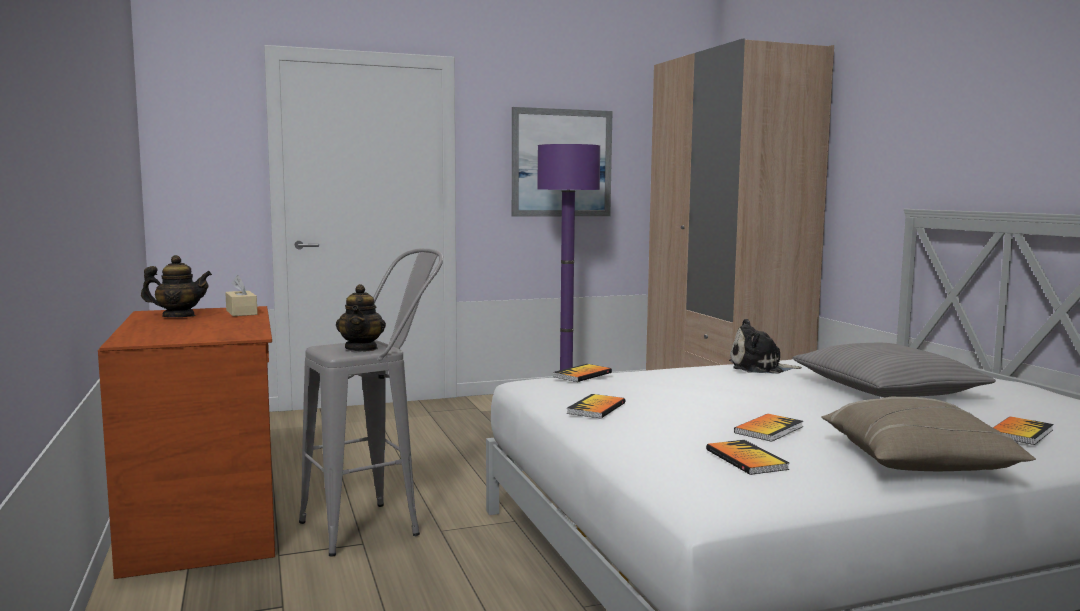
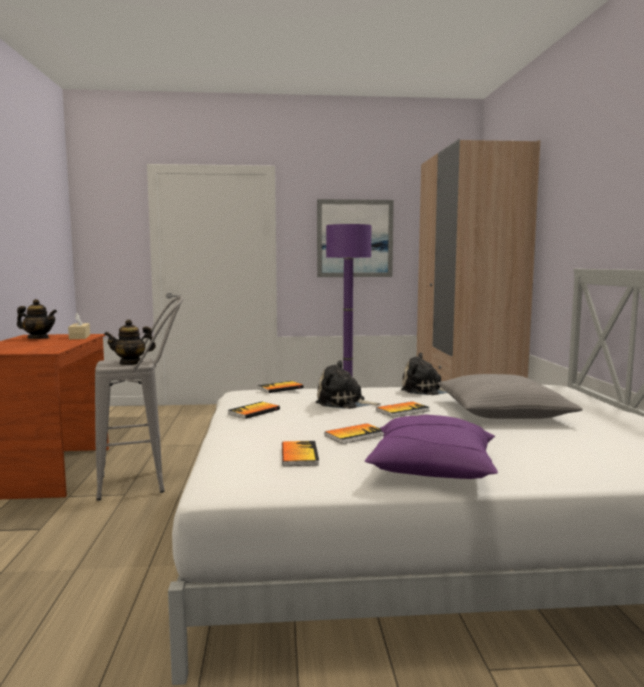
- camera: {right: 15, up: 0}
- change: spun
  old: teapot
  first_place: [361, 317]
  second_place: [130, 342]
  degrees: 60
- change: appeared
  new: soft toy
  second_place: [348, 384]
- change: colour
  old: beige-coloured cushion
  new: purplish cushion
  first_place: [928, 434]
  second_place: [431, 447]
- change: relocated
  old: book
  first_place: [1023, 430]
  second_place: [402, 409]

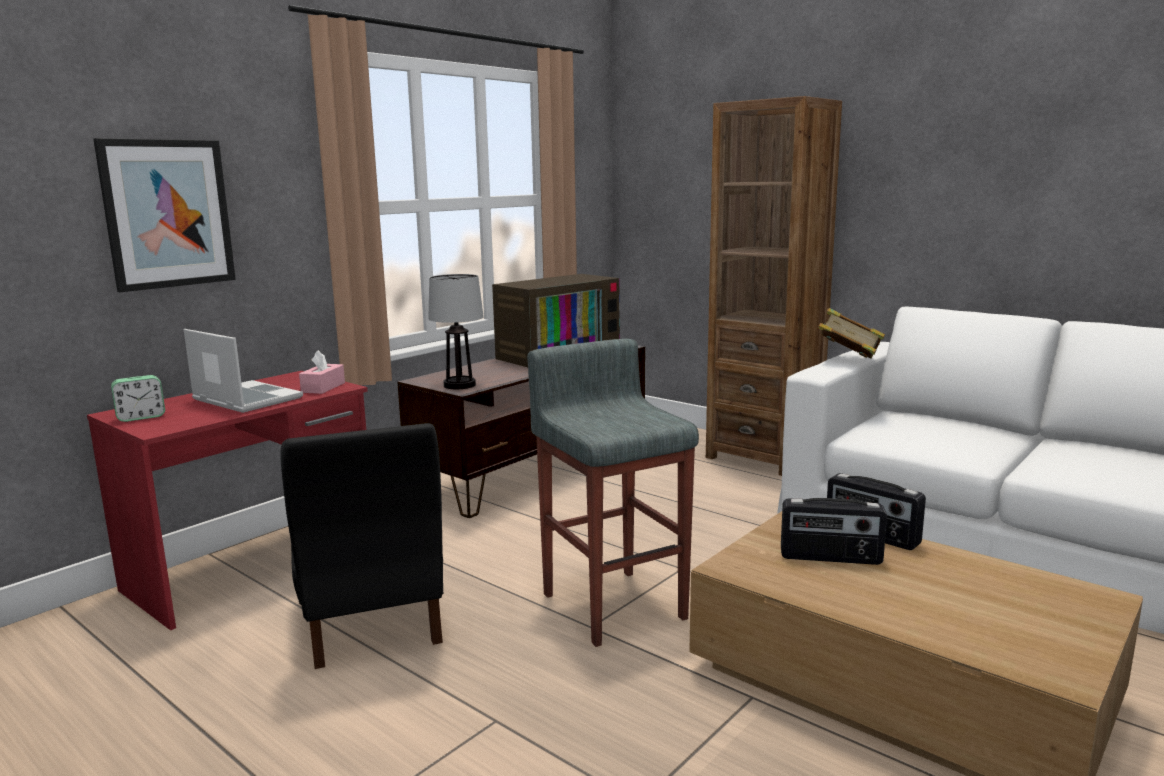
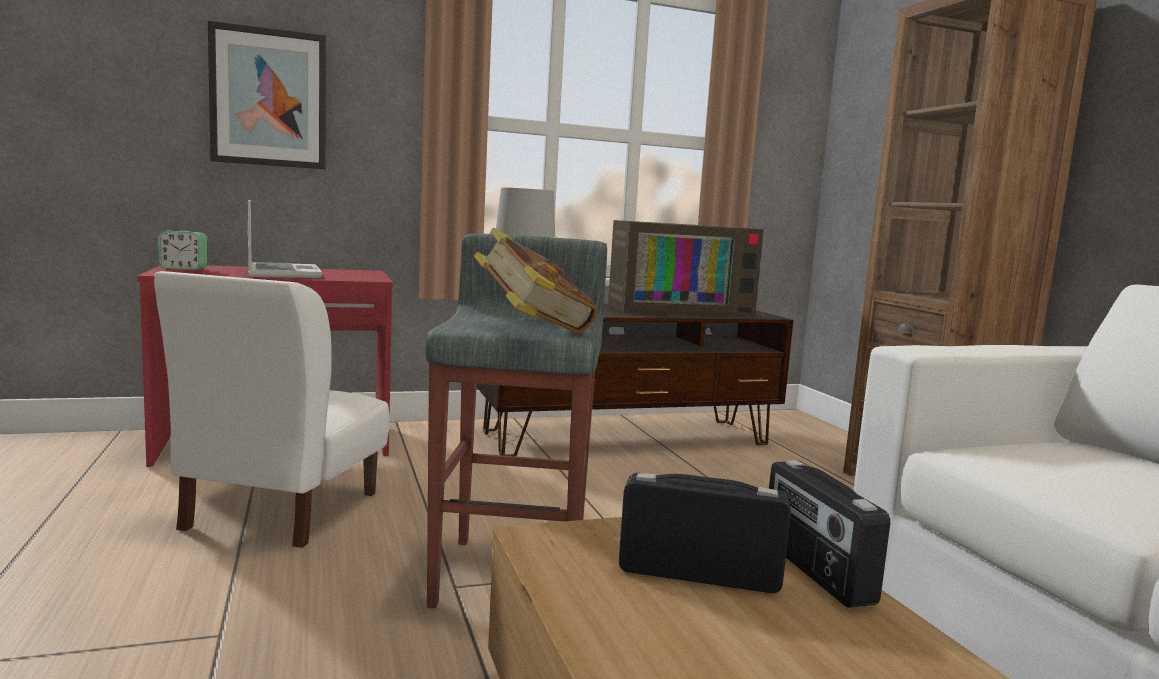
- camera: {right: 30, up: -5}
- change: colour
  old: black plain chair
  new: white-coloured plain chair
  first_place: [361, 546]
  second_place: [272, 409]
- change: relocated
  old: book
  first_place: [851, 333]
  second_place: [535, 280]
- change: spun
  old: radio
  first_place: [834, 531]
  second_place: [705, 533]
  degrees: 150
- change: missing
  old: pink tissue holder
  first_place: [322, 372]

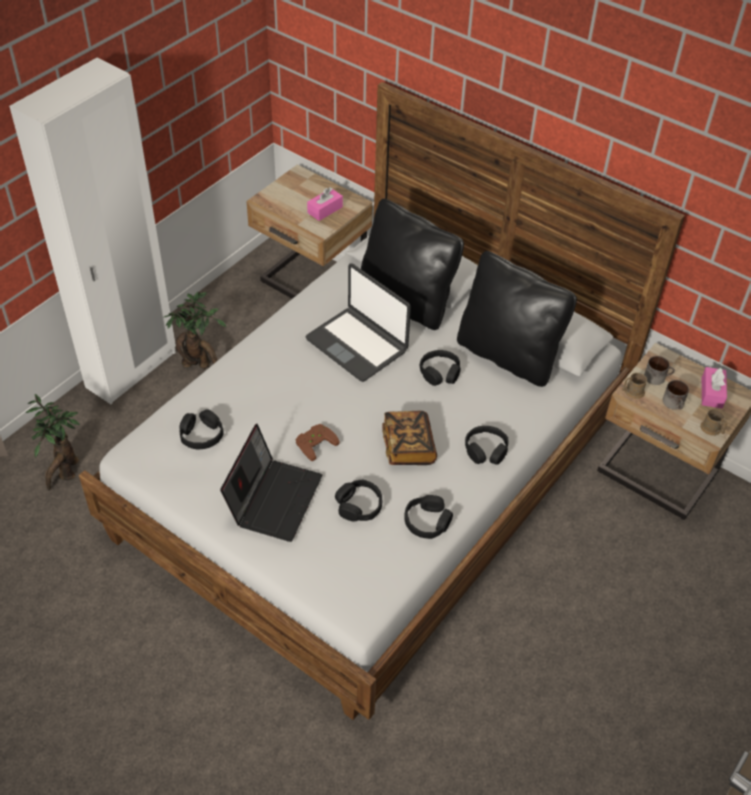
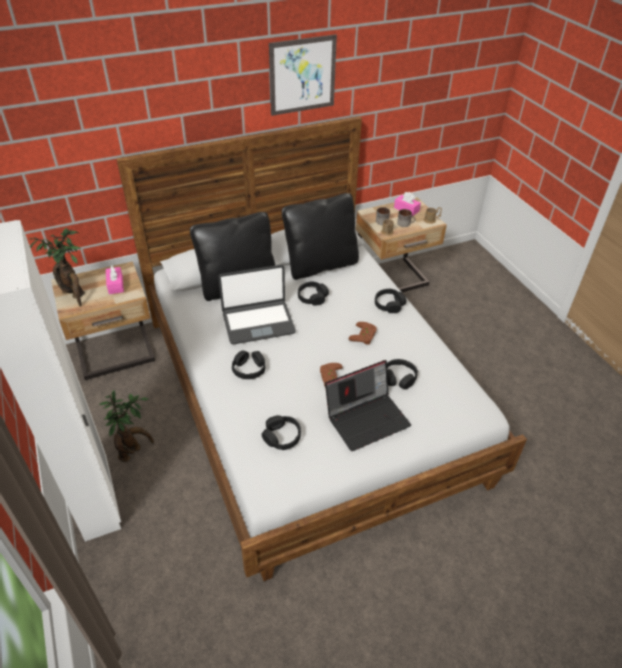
- camera: {right: -60, up: -5}
- change: relocated
  old: potted plant
  first_place: [52, 442]
  second_place: [57, 267]
- change: relocated
  old: black headphones
  first_place: [428, 517]
  second_place: [248, 364]
- change: appeared
  new: wall art
  second_place: [303, 75]
- change: spun
  old: notebook computer
  first_place: [271, 483]
  second_place: [368, 405]
  degrees: 105
- change: exchanged
  old: book
  new: brown game controller
  first_place: [409, 438]
  second_place: [362, 333]

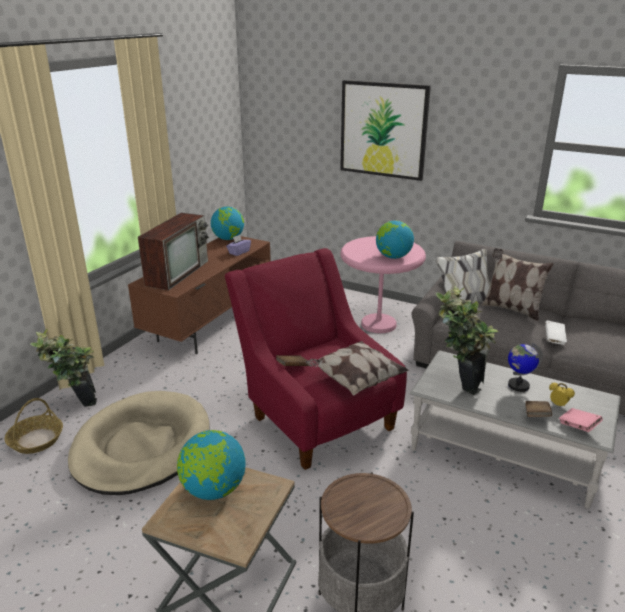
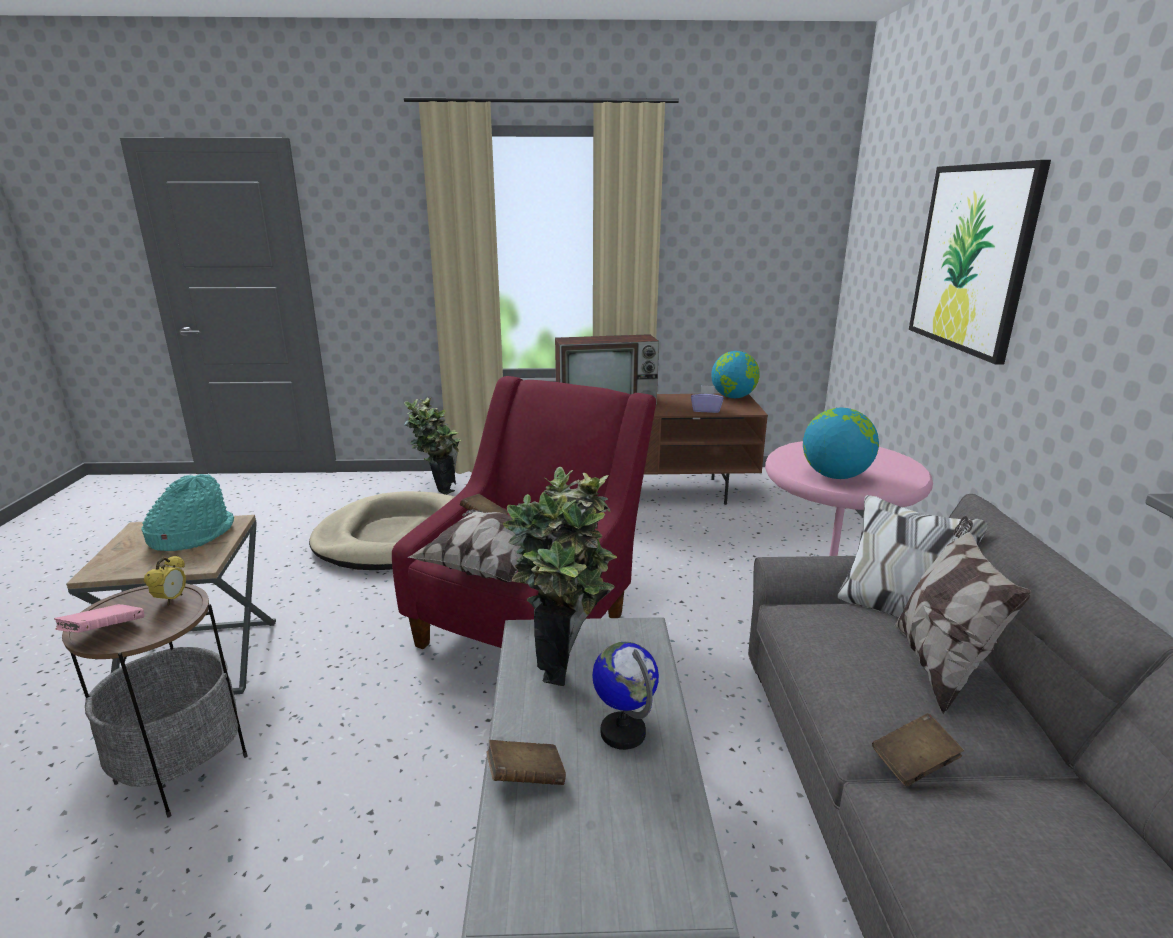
- camera: {right: 60, up: -5}
- change: relocated
  old: pink book
  first_place: [581, 420]
  second_place: [99, 618]
- change: exchanged
  old: globe
  new: turquoise-coloured hat
  first_place: [211, 465]
  second_place: [187, 512]
- change: relocated
  old: table clock
  first_place: [562, 394]
  second_place: [165, 580]
- change: colour
  old: white-coloured book
  new: brown book
  first_place: [556, 333]
  second_place: [918, 749]
- change: missing
  old: basket
  first_place: [34, 426]

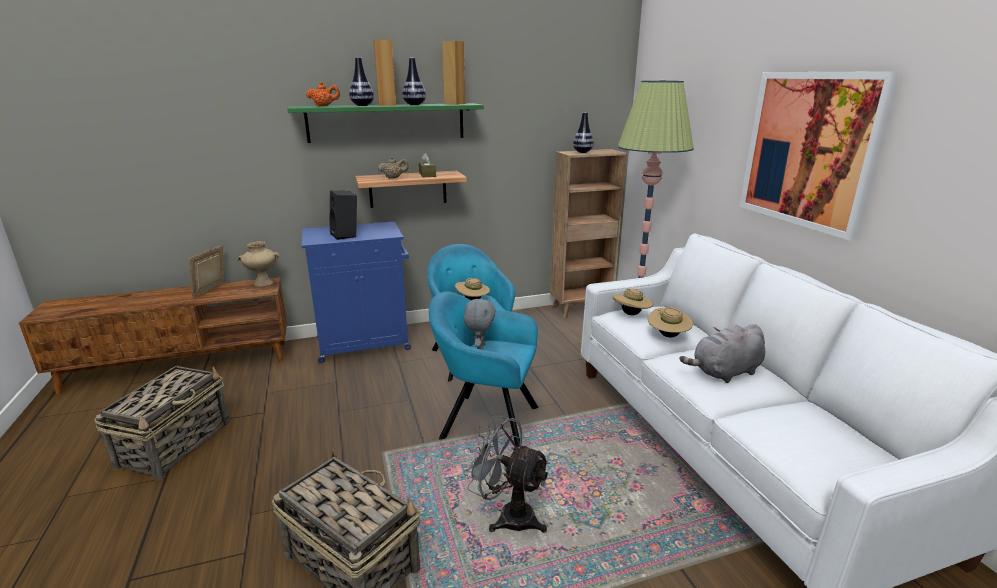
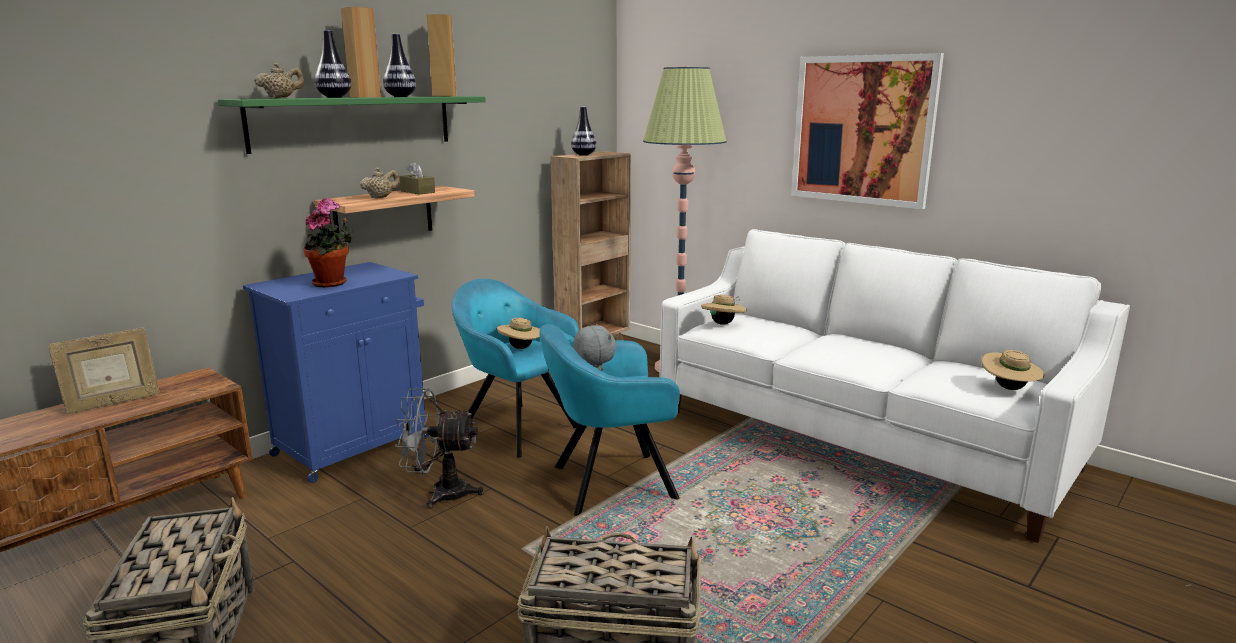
- camera: {right: -30, up: -5}
- change: spun
  old: standing frame
  first_place: [207, 271]
  second_place: [104, 371]
  degrees: -105
- change: colour
  old: orange teapot
  new: beige-coloured teapot
  first_place: [323, 94]
  second_place: [279, 80]
- change: exchanged
  old: black loudspeaker
  new: potted plant
  first_place: [343, 215]
  second_place: [328, 243]
- change: relocated
  old: gray electric fan
  first_place: [506, 473]
  second_place: [439, 449]
- change: relocated
  old: beige-coloured hat
  first_place: [670, 322]
  second_place: [1013, 370]
- change: missing
  old: beige-coloured flower vase
  first_place: [259, 264]
- change: missing
  old: gray soft toy
  first_place: [722, 353]

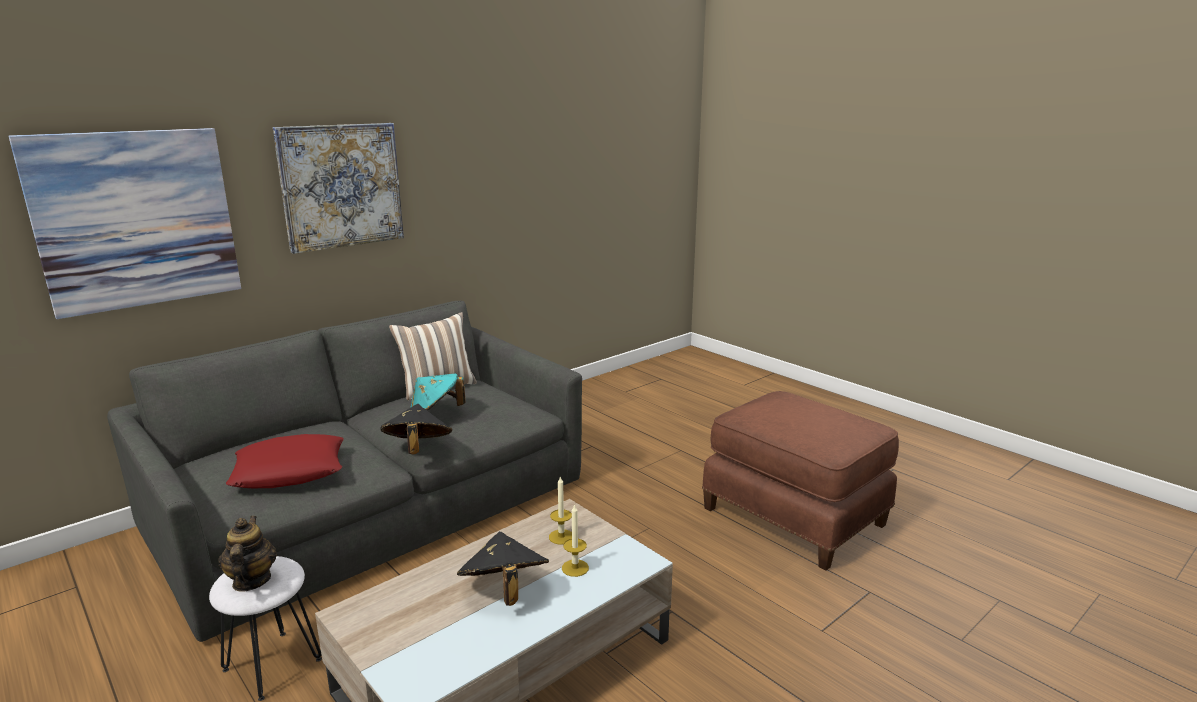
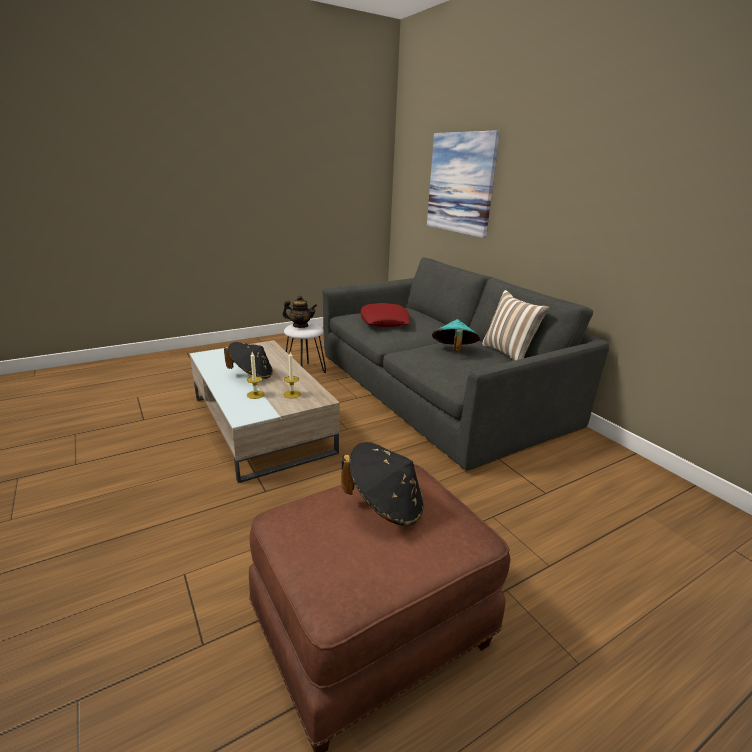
- camera: {right: 100, up: 5}
- change: relocated
  old: black hat
  first_place: [416, 429]
  second_place: [382, 484]
- change: missing
  old: wall art
  first_place: [338, 188]

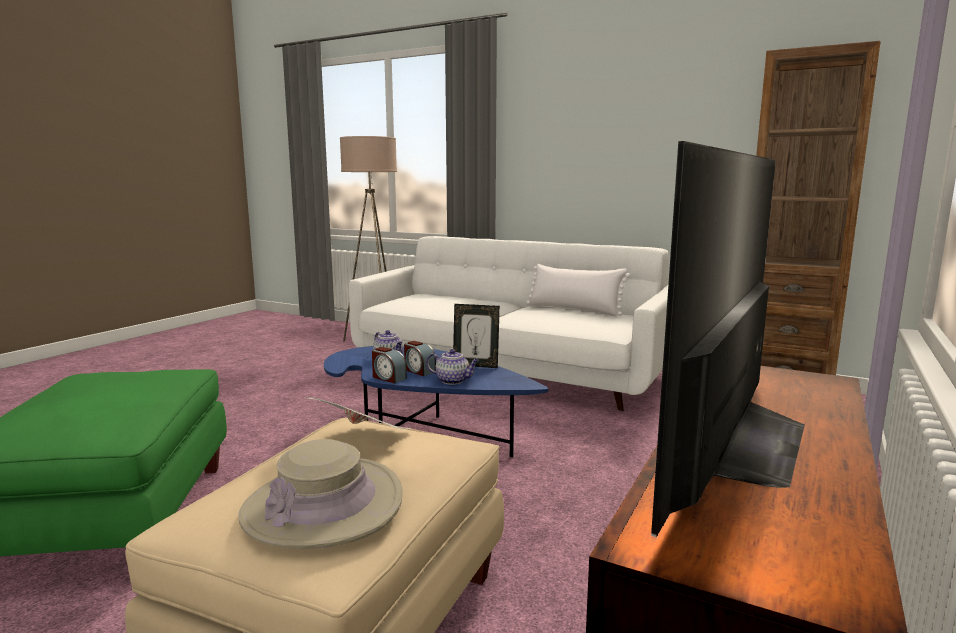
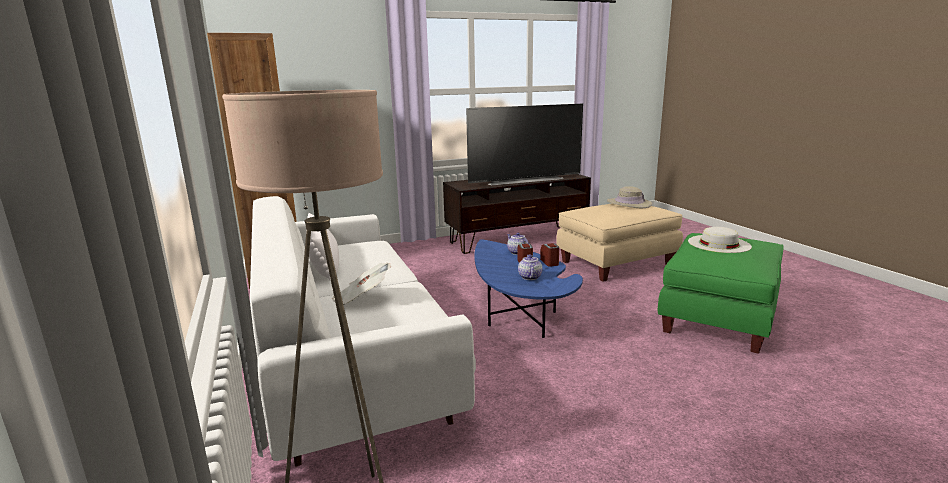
- camera: {right: -140, up: 5}
- change: relocated
  old: daily paper
  first_place: [356, 413]
  second_place: [361, 284]
- change: appeared
  new: white-coloured hat
  second_place: [720, 240]
- change: missing
  old: standing frame
  first_place: [476, 336]

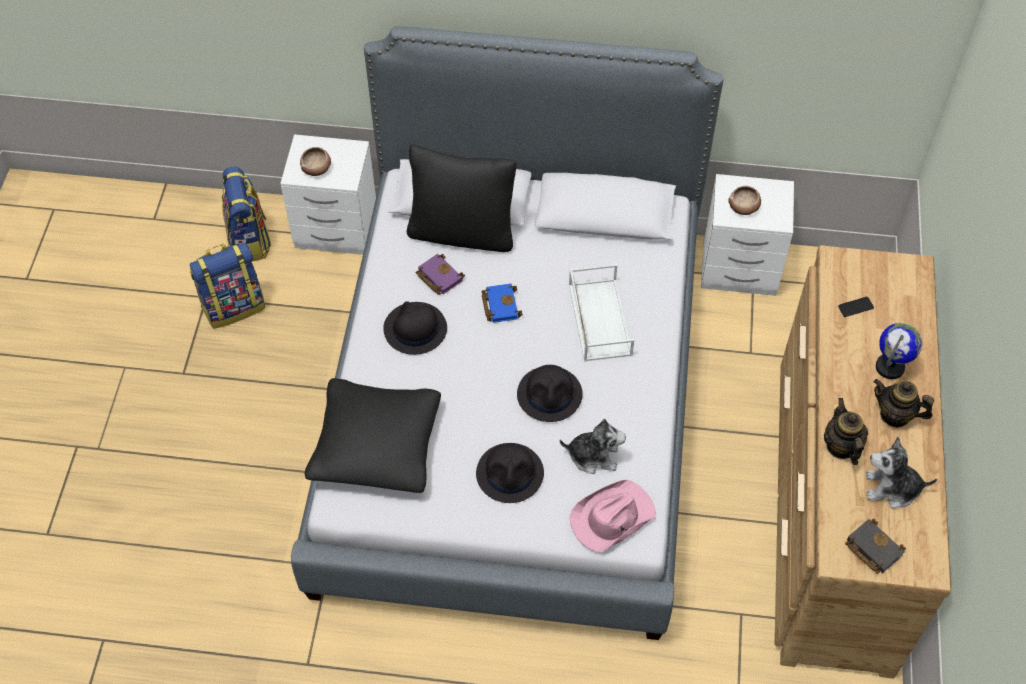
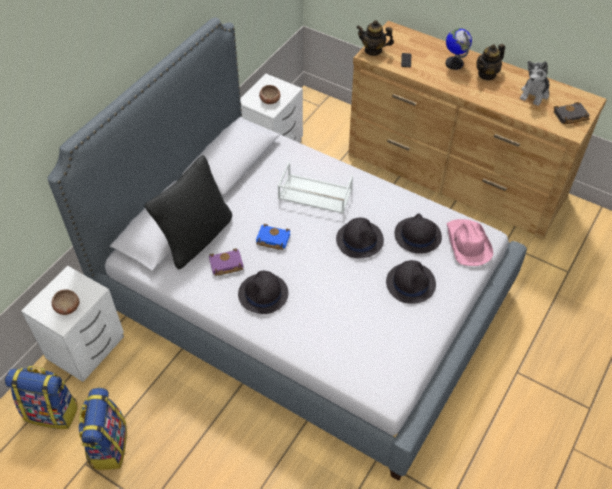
- camera: {right: -65, up: -5}
- change: relocated
  old: teapot
  first_place: [846, 431]
  second_place: [375, 38]
- change: exchanged
  old: soft toy
  new: black hat
  first_place: [593, 446]
  second_place: [418, 234]
- change: missing
  old: black cushion
  first_place: [373, 435]

